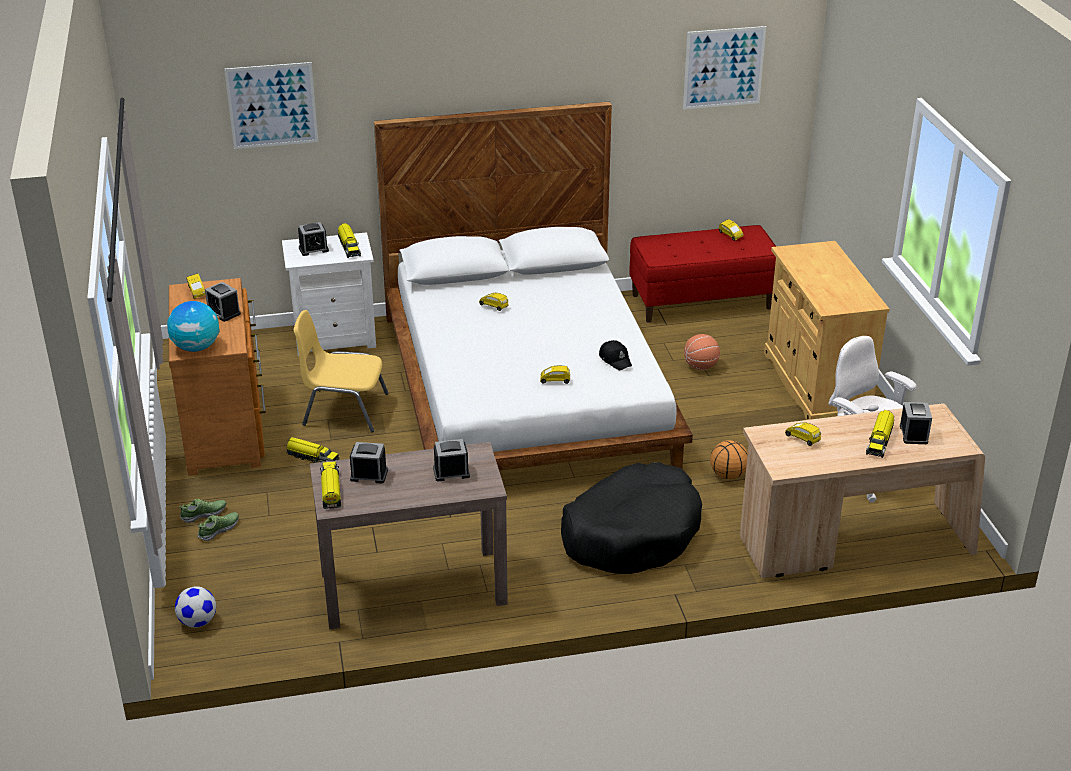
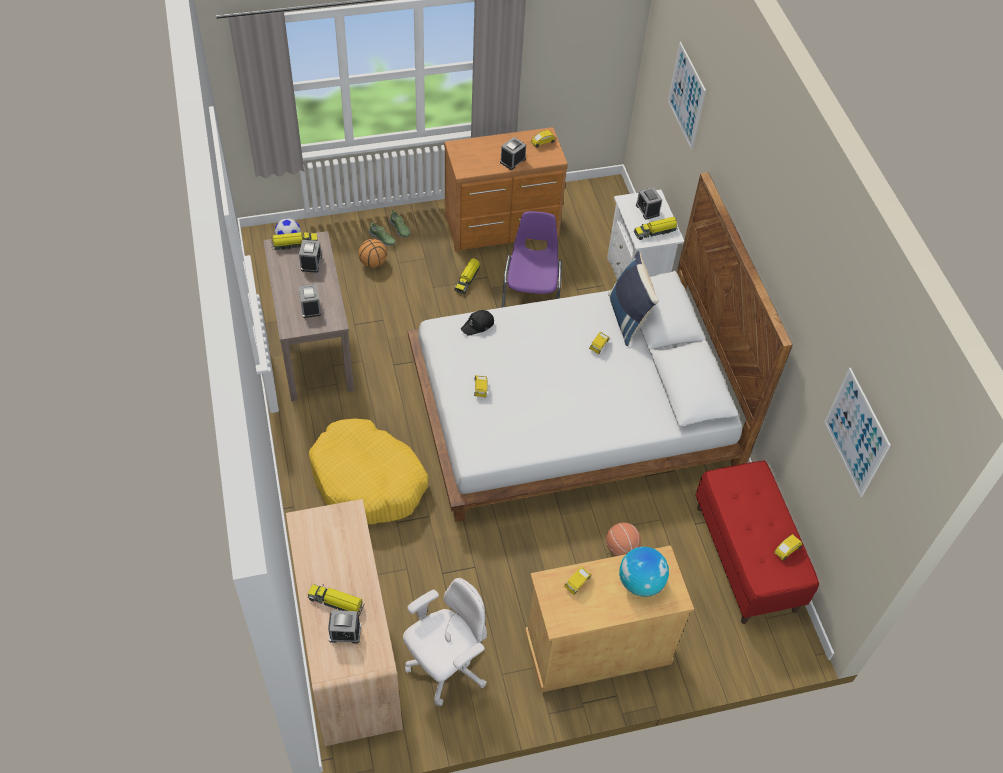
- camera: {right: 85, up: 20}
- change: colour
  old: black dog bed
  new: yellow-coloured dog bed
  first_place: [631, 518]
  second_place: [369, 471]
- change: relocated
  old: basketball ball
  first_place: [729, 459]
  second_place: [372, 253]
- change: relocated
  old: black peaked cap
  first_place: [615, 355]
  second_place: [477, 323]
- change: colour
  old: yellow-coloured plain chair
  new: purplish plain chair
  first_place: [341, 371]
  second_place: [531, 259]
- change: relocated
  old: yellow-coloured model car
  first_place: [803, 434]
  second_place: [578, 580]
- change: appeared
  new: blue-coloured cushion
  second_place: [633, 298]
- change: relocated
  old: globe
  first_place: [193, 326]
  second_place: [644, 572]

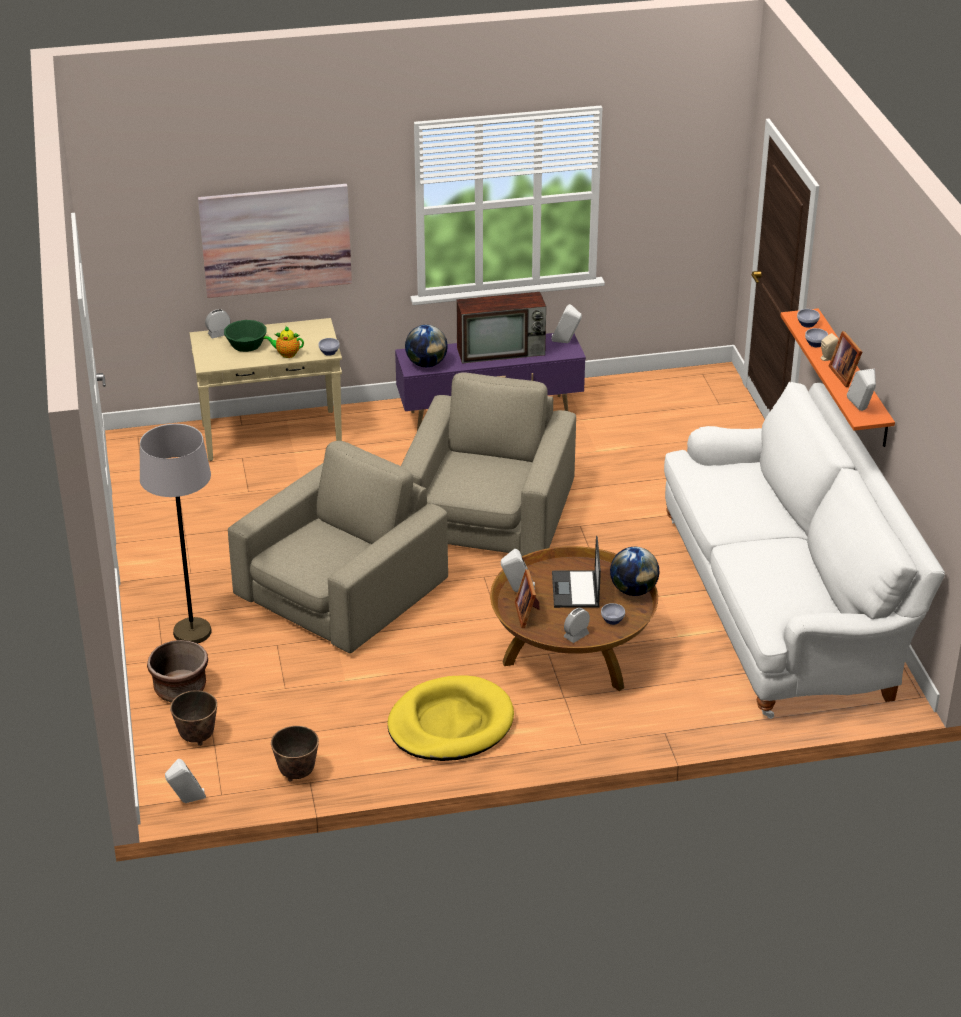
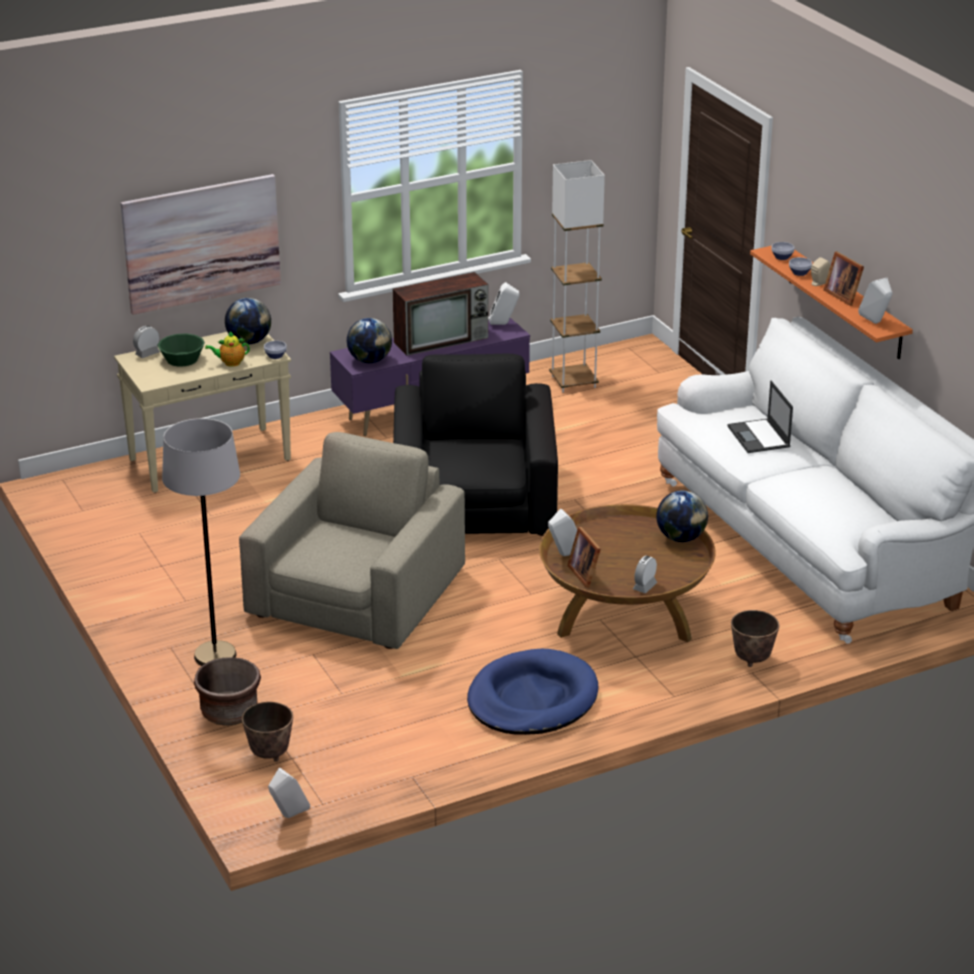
- camera: {right: -15, up: -5}
- change: appeared
  new: globe
  second_place: [248, 321]
- change: colour
  old: beige-coloured easy chair
  new: black easy chair
  first_place: [488, 464]
  second_place: [475, 445]
- change: colour
  old: yellow-coloured dog bed
  new: blue-coloured dog bed
  first_place: [451, 718]
  second_place: [532, 692]
- change: appeared
  new: white-coloured standing lamp
  second_place: [577, 276]
- change: relocated
  old: notebook computer
  first_place: [576, 572]
  second_place: [760, 416]
- change: relocated
  old: plant pot
  first_place: [295, 754]
  second_place: [755, 638]
- change: missing
  old: serving bowl
  first_place: [613, 614]

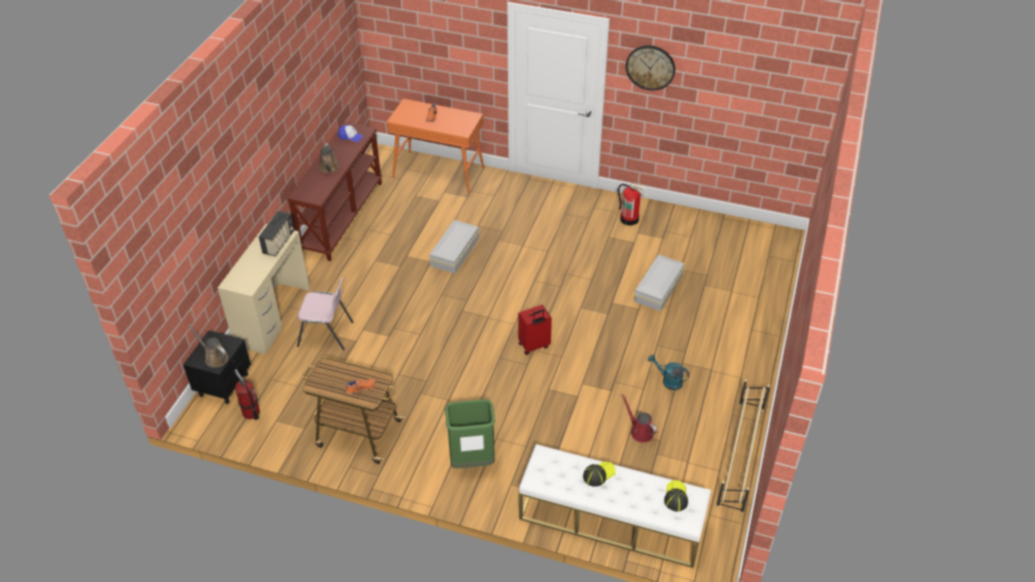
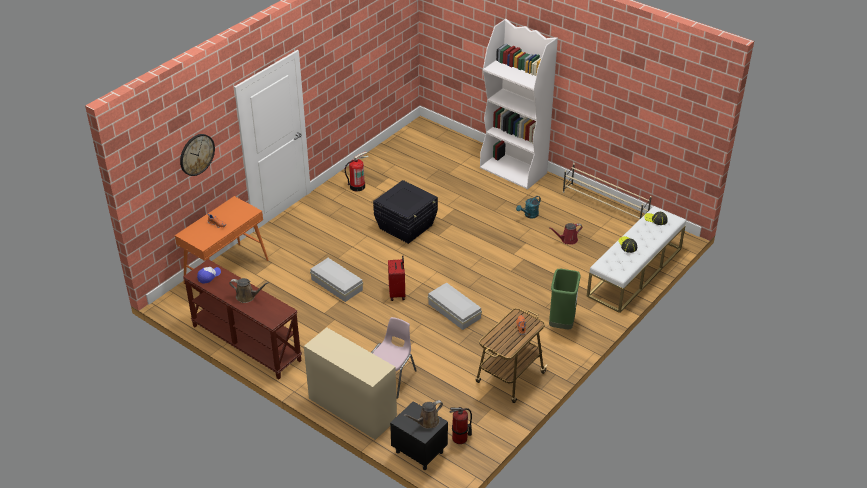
- camera: {right: -70, up: -5}
- change: relocated
  old: wall clock
  first_place: [650, 68]
  second_place: [197, 155]
- change: appeared
  new: black storage container
  second_place: [405, 212]
- change: relocated
  old: red suitcase
  first_place: [535, 330]
  second_place: [396, 278]
- change: relocated
  old: white-coloured storage container
  first_place: [659, 282]
  second_place: [455, 306]
- change: appeared
  new: white-coloured bookshelf
  second_place: [519, 104]
- change: missing
  old: radio
  first_place: [276, 233]

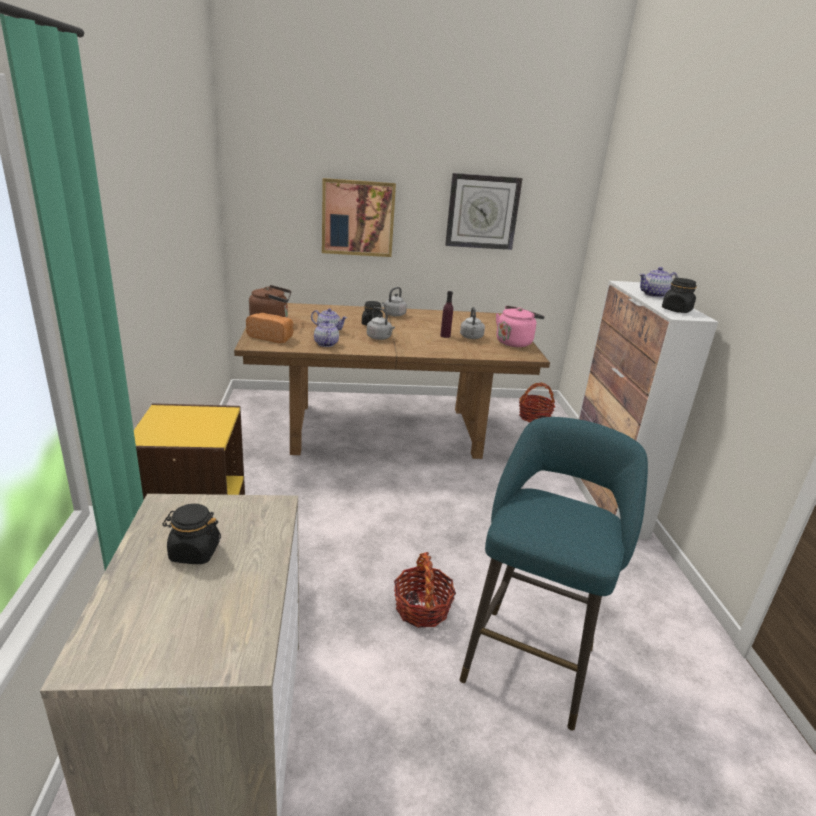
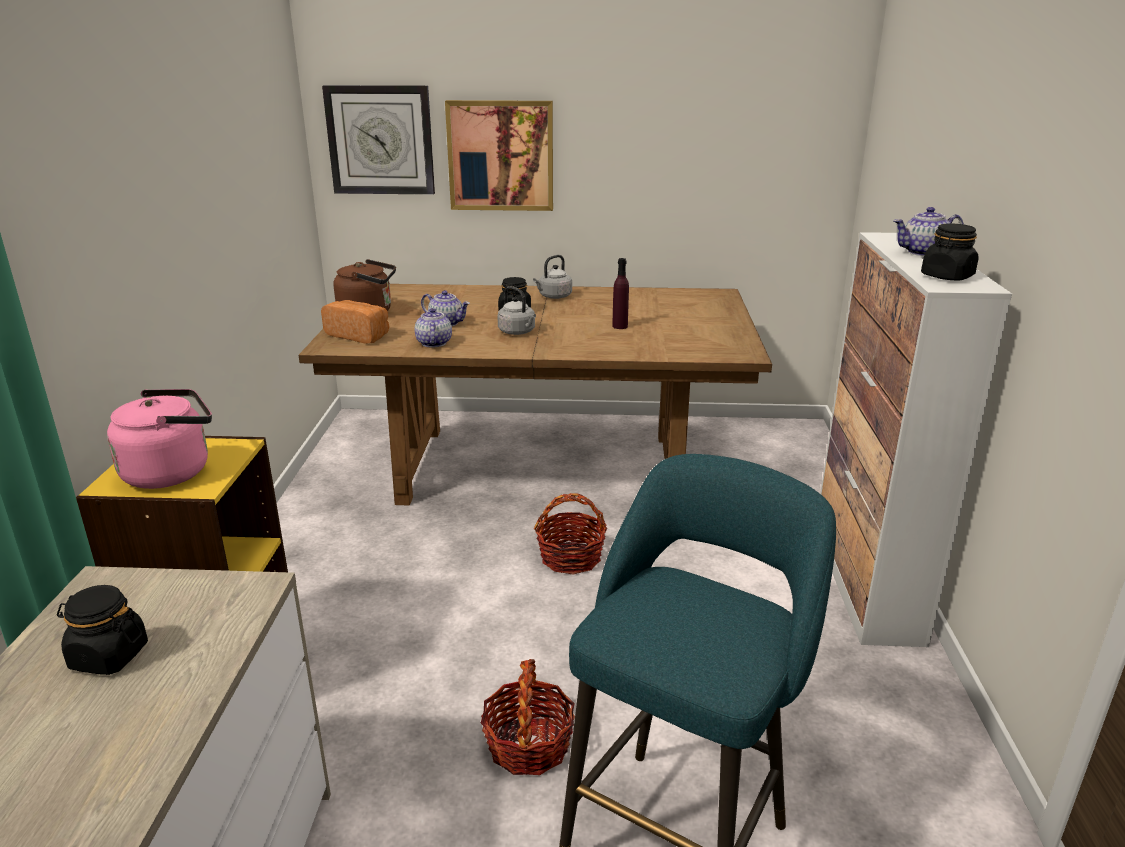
- camera: {right: 10, up: 0}
- change: relocated
  old: pink kettle
  first_place: [520, 326]
  second_place: [159, 439]
- change: relocated
  old: wall clock
  first_place: [484, 211]
  second_place: [378, 139]
- change: relocated
  old: basket
  first_place: [537, 402]
  second_place: [570, 533]
- change: missing
  old: gray kettle
  first_place: [472, 323]

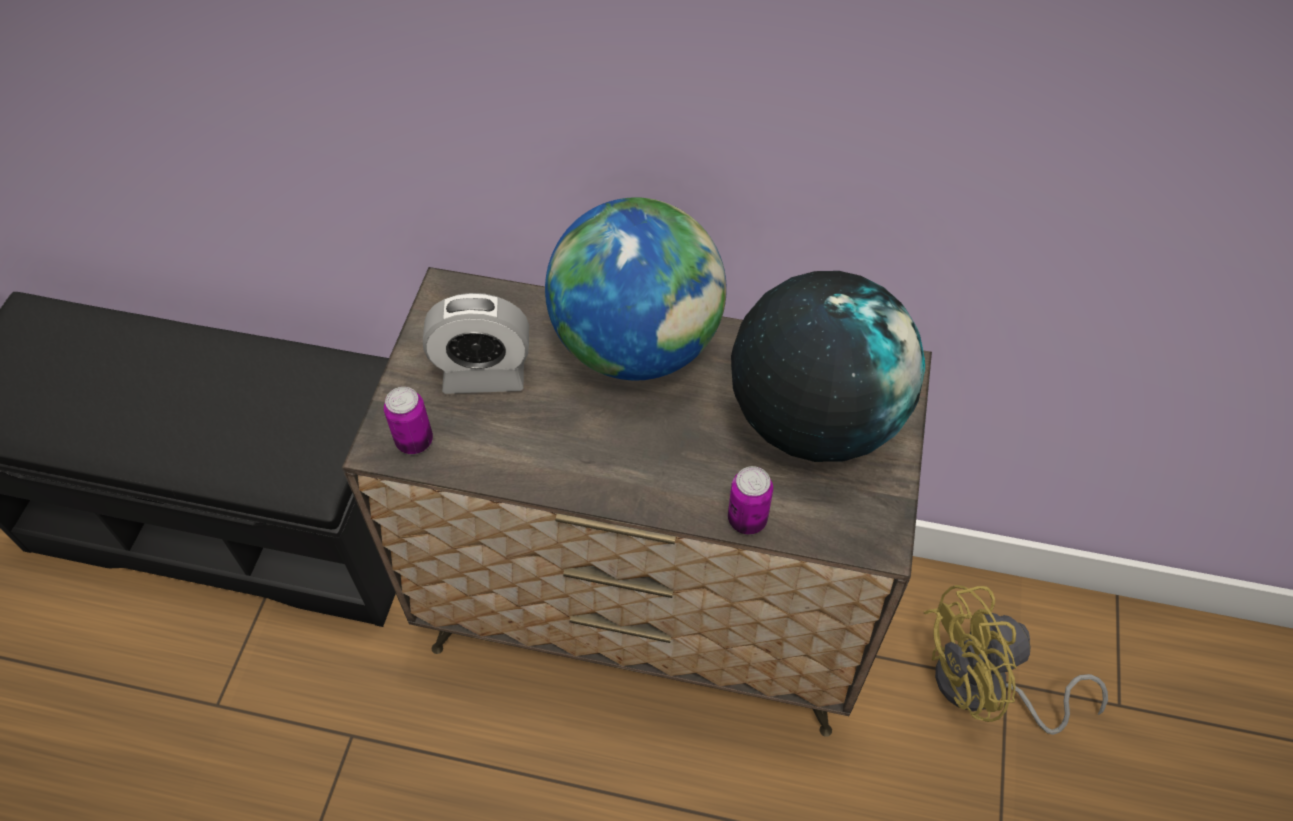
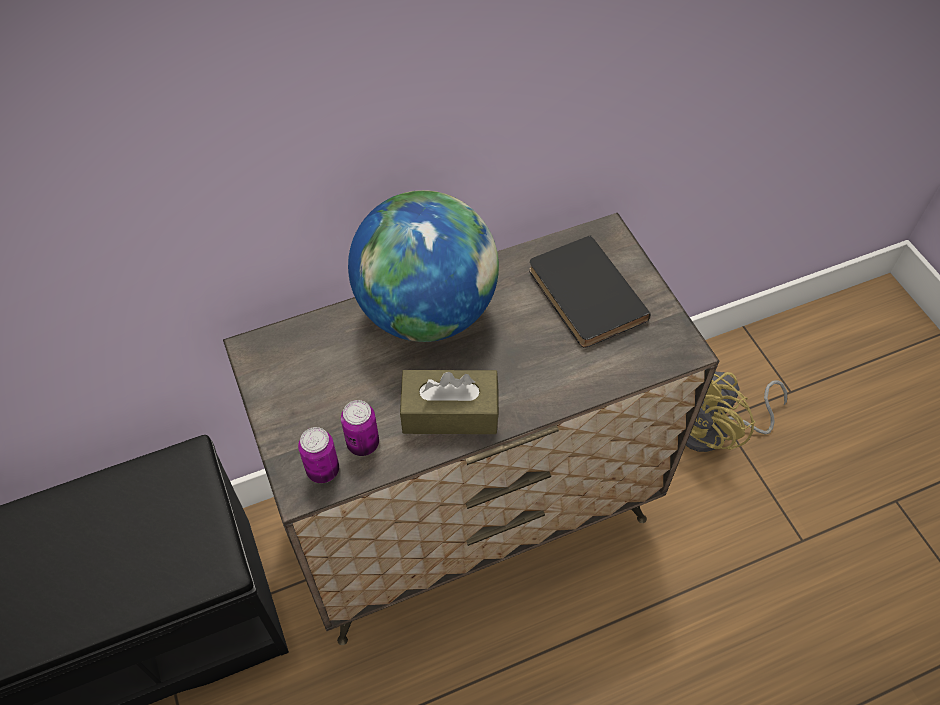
- camera: {right: -35, up: 0}
- change: relocated
  old: metal can
  first_place: [750, 500]
  second_place: [360, 428]
- change: appeared
  new: brown tissue holder
  second_place: [449, 402]
- change: exchanged
  old: globe
  new: black book
  first_place: [828, 366]
  second_place: [590, 291]
- change: missing
  old: table clock
  first_place: [476, 343]

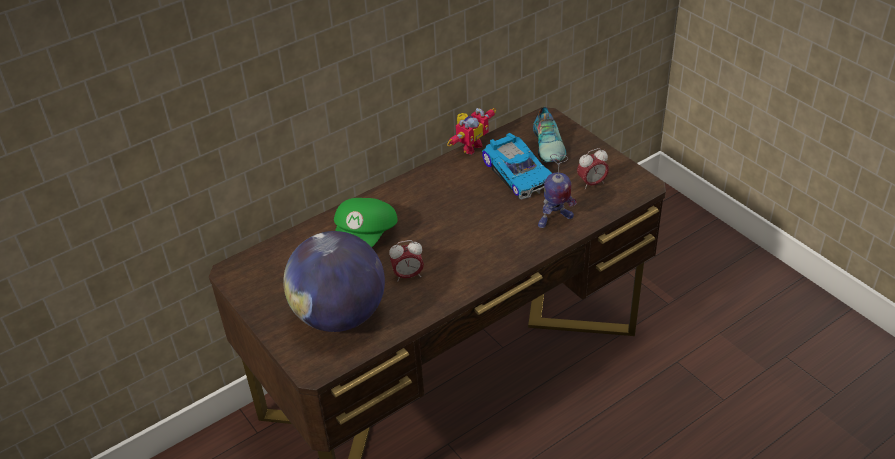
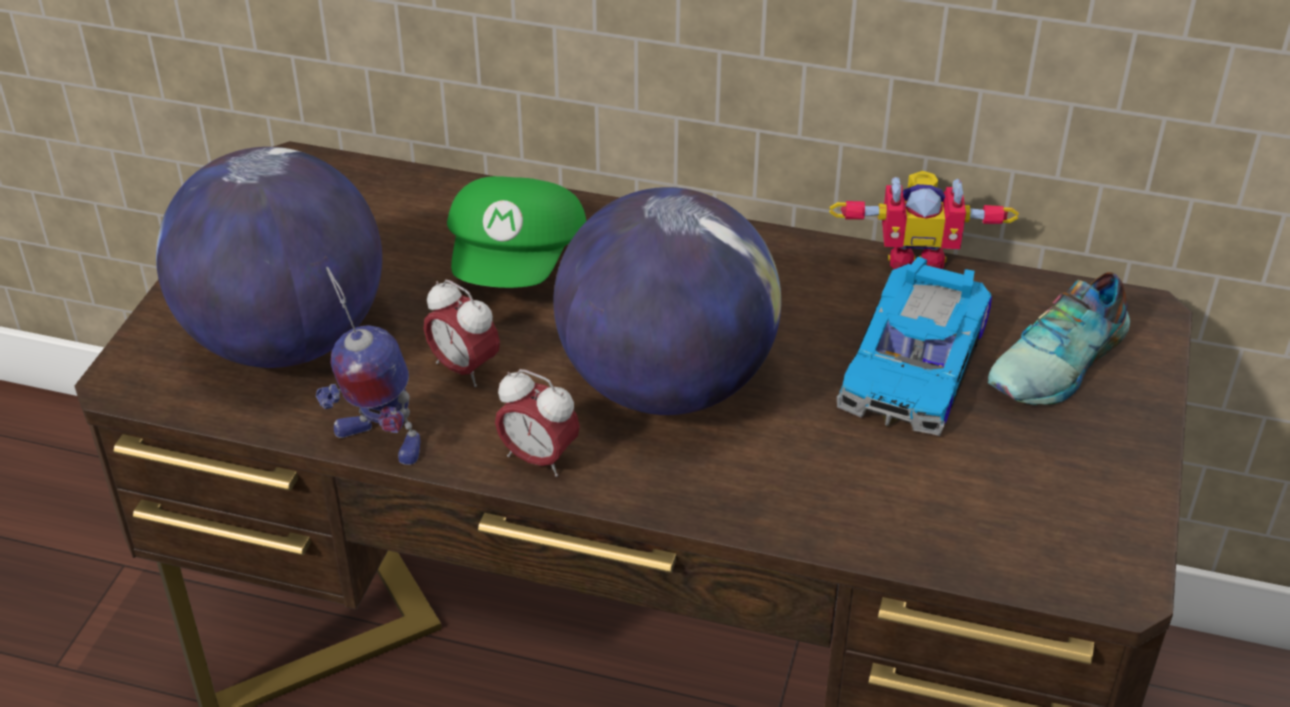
- camera: {right: 50, up: 0}
- change: relocated
  old: robot figure
  first_place: [557, 191]
  second_place: [368, 366]
- change: spun
  old: green-coloured peaked cap
  first_place: [366, 222]
  second_place: [516, 232]
  degrees: -60
- change: relocated
  old: table clock
  first_place: [593, 169]
  second_place: [537, 423]
- change: appeared
  new: globe
  second_place: [667, 301]

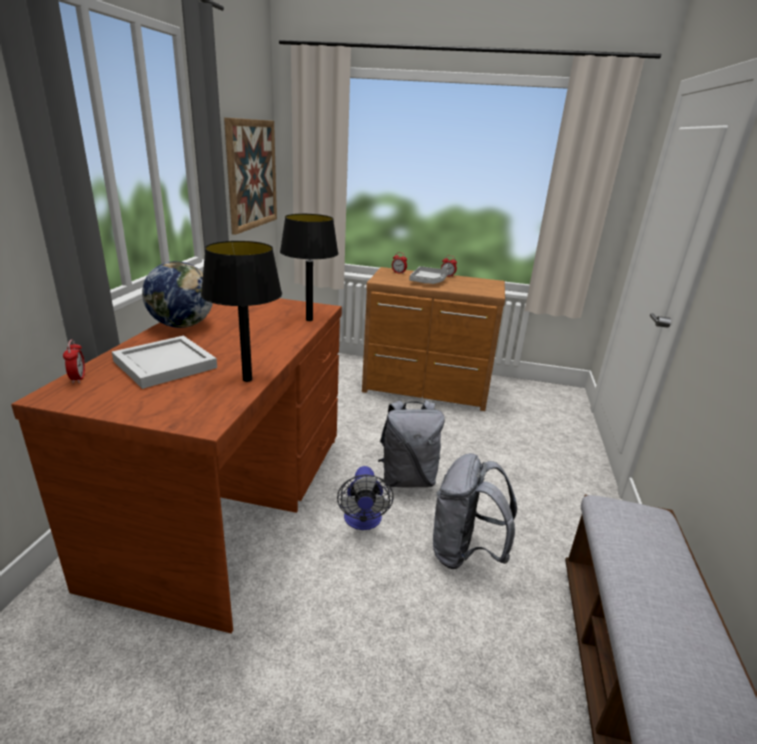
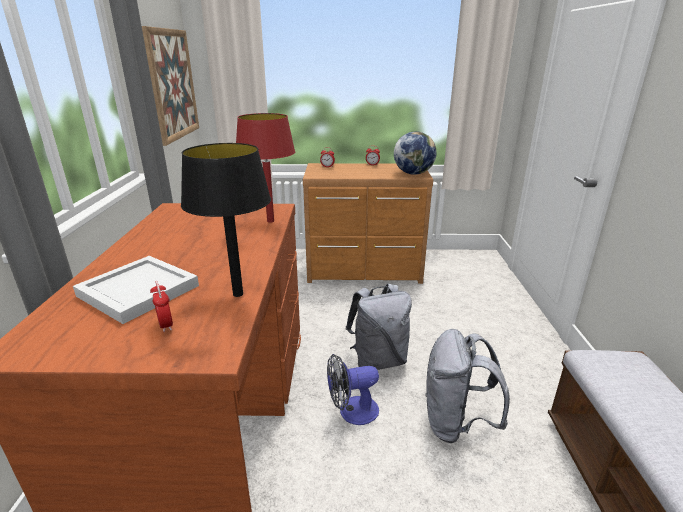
- camera: {right: -10, up: 0}
- change: relocated
  old: table clock
  first_place: [74, 361]
  second_place: [161, 306]
- change: colour
  old: black table lamp
  new: red table lamp
  first_place: [309, 267]
  second_place: [265, 168]
- change: spun
  old: electric fan
  first_place: [365, 498]
  second_place: [353, 389]
  degrees: 90
- change: relocated
  old: globe
  first_place: [177, 294]
  second_place: [415, 153]
- change: missing
  old: gray tray
  first_place: [428, 274]

